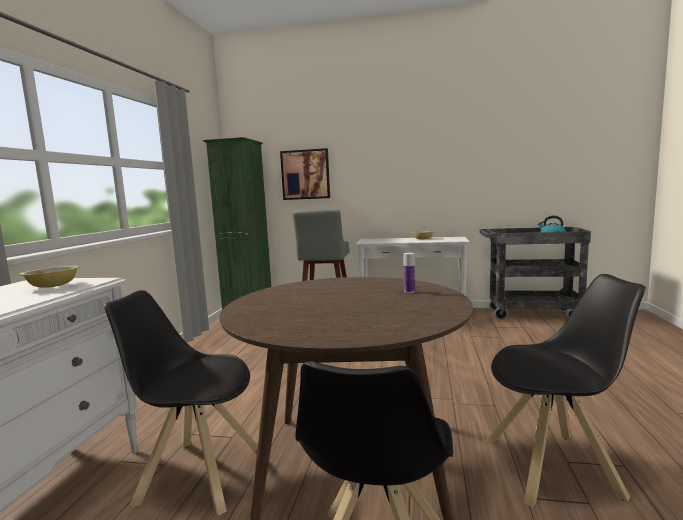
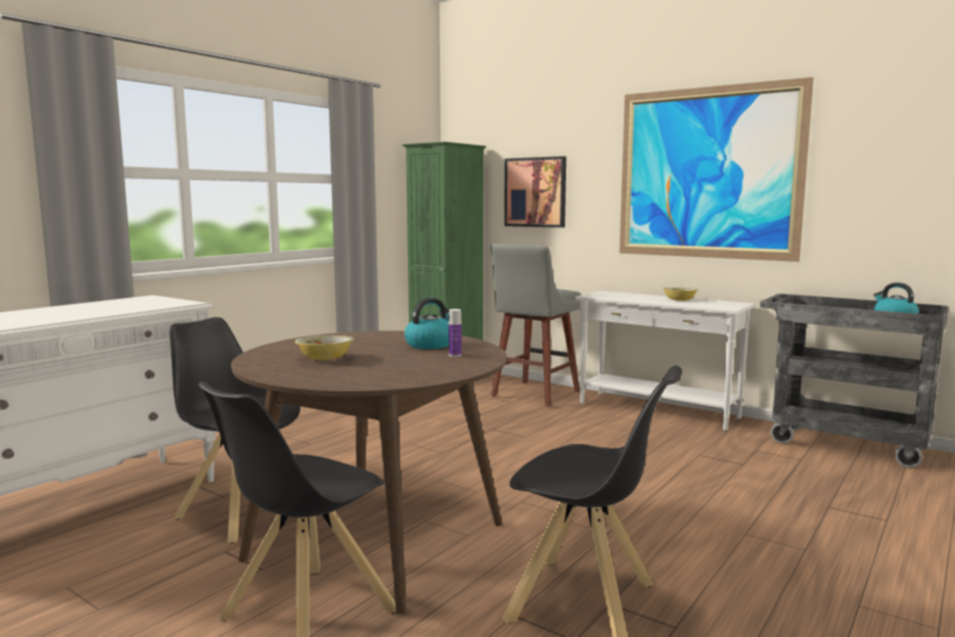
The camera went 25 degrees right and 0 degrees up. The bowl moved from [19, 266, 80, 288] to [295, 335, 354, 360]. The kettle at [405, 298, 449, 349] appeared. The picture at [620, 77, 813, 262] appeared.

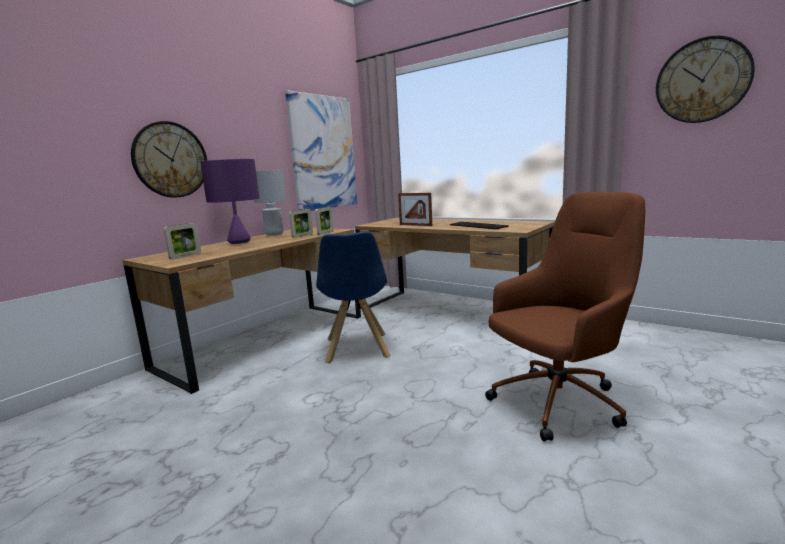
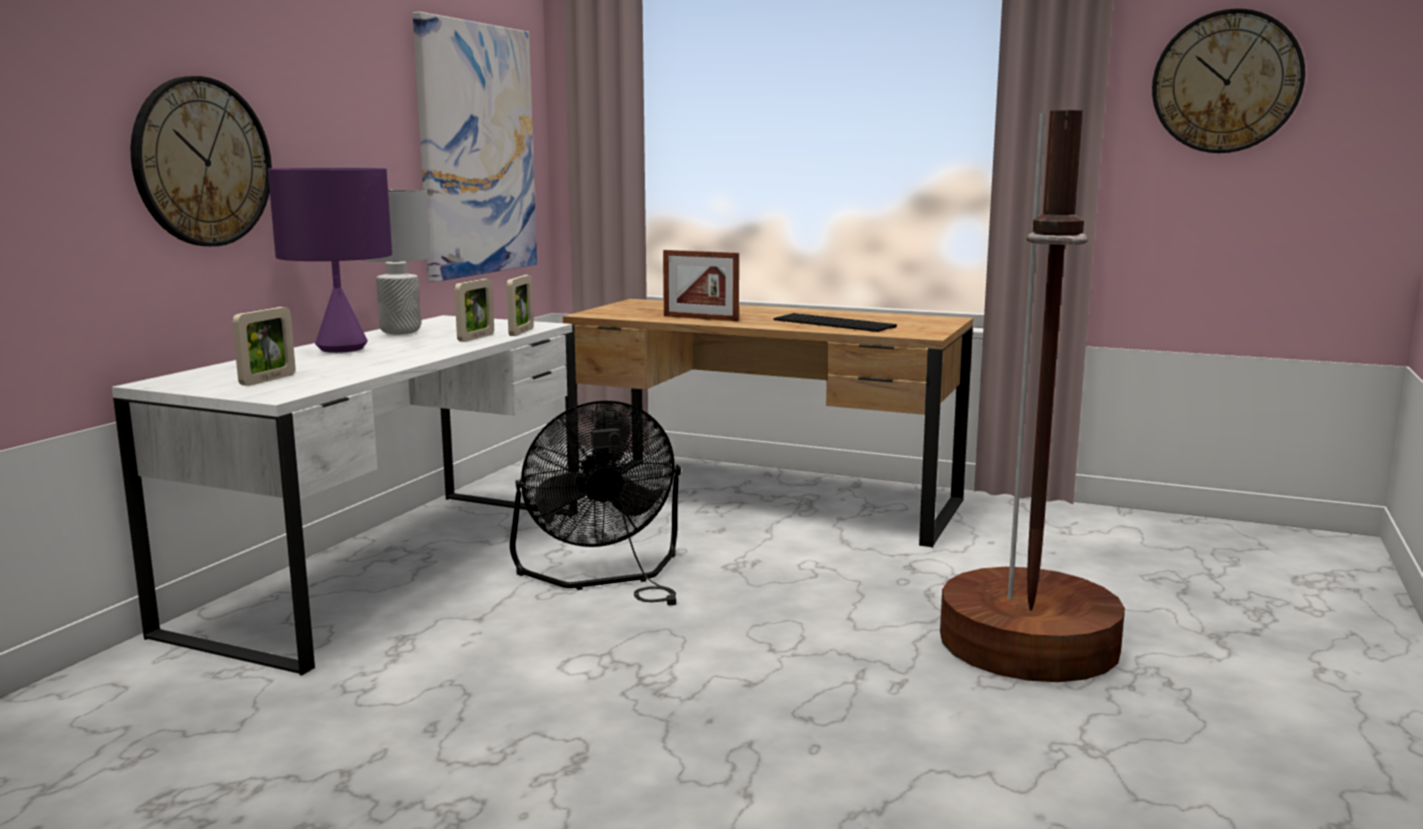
The camera went 15 degrees left and 0 degrees up. The brown desk at [122, 227, 361, 394] became the white desk at [112, 315, 578, 676]. The blue chair at [316, 231, 391, 363] was replaced by the black fan at [510, 401, 681, 605]. The brown office chair at [485, 192, 645, 442] was replaced by the brown floor lamp at [940, 110, 1125, 682].

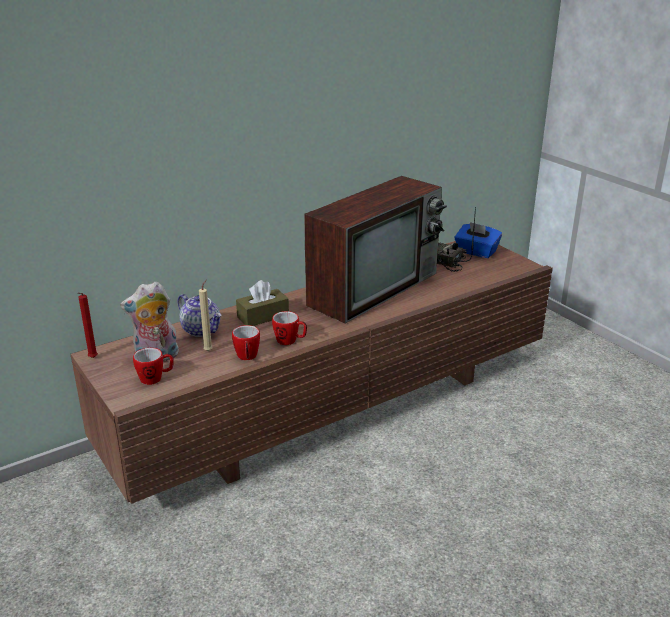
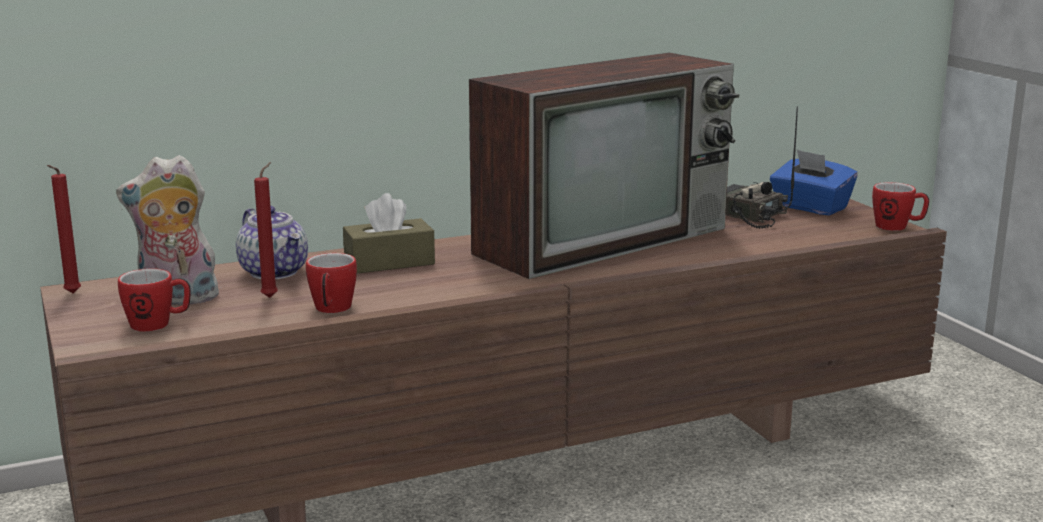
The camera went 10 degrees right and 10 degrees down. The beige candle at [199, 280, 213, 351] became the red candle at [254, 162, 278, 298]. The mug moved from [272, 311, 307, 345] to [872, 182, 929, 231].

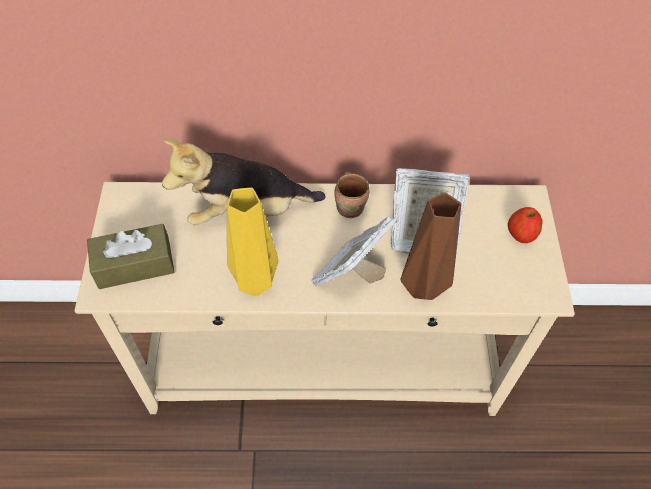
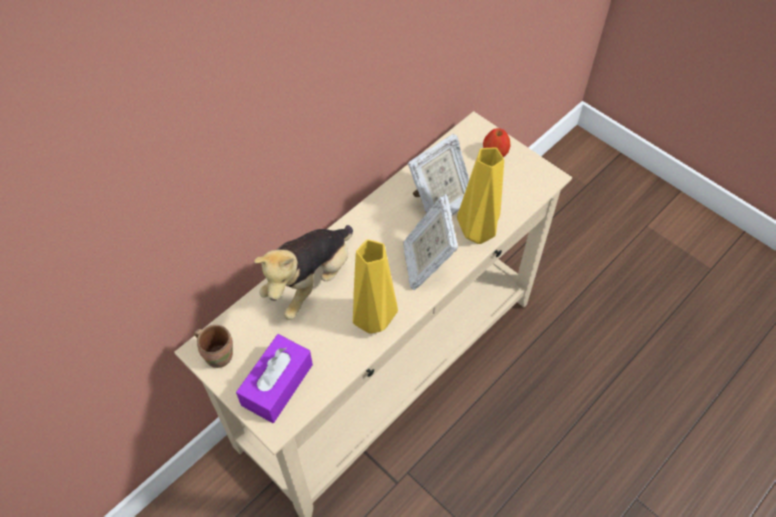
The camera went 45 degrees left and 0 degrees up. The brown mug moved from [334, 172, 369, 218] to [194, 325, 233, 368]. The brown tissue box at [87, 224, 174, 289] became the purple tissue box at [236, 334, 313, 423]. The brown vase at [401, 193, 461, 300] became the yellow vase at [457, 148, 504, 244].

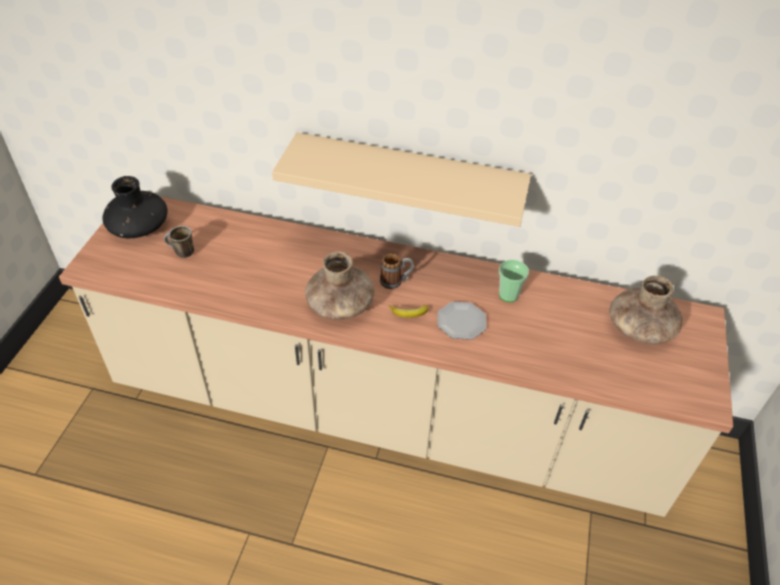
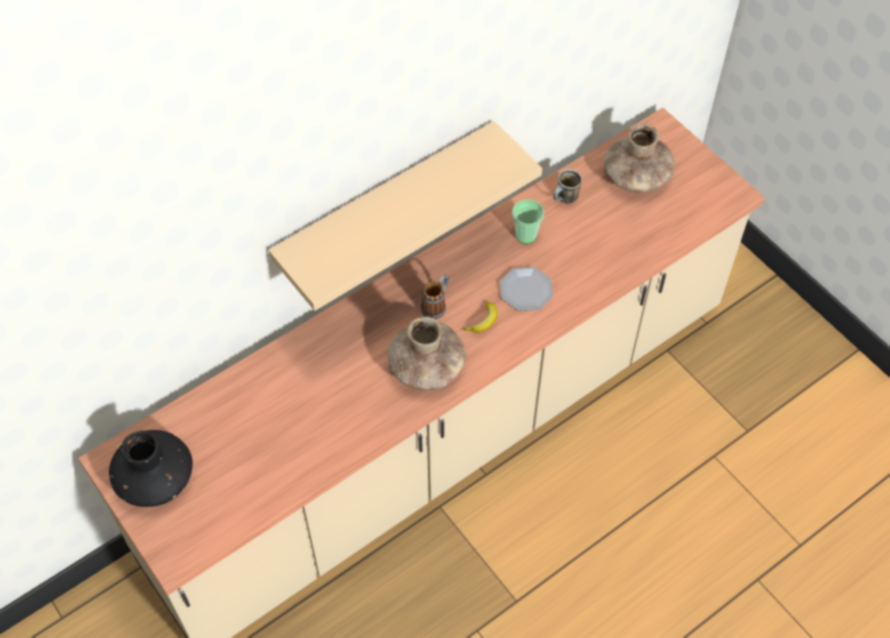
The camera went 50 degrees left and 10 degrees up. The mug moved from [164, 226, 194, 258] to [553, 169, 582, 204].

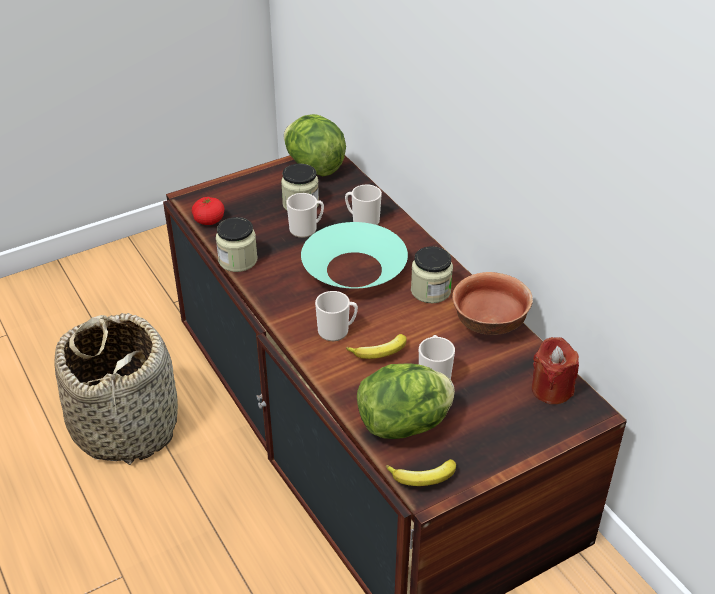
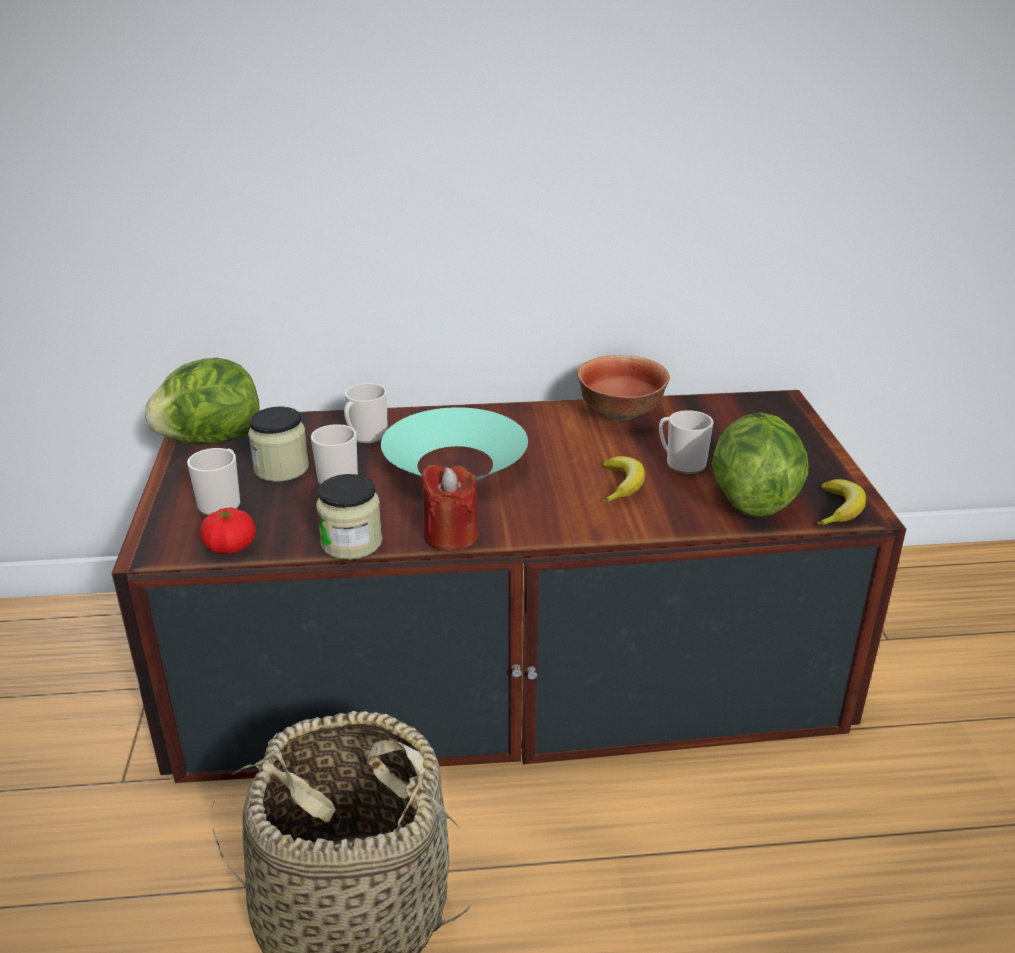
The camera went 65 degrees left and 10 degrees down. The mug moved from [315, 291, 358, 341] to [187, 448, 240, 516]. The red candle moved from [532, 337, 579, 404] to [421, 464, 478, 551]. The jar at [411, 246, 453, 303] disappeared.

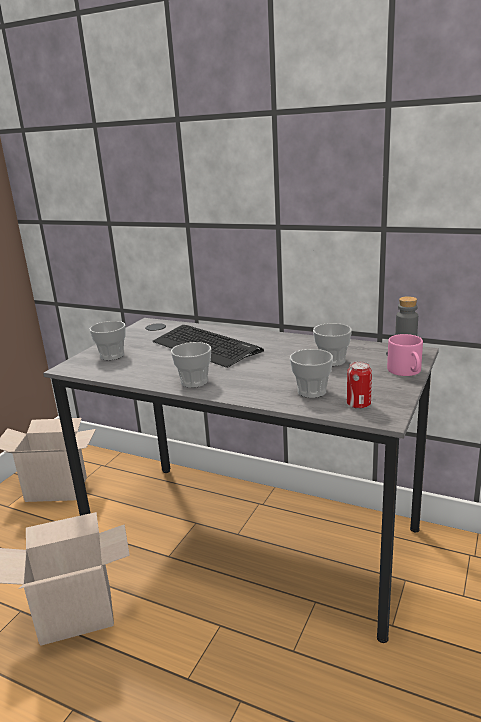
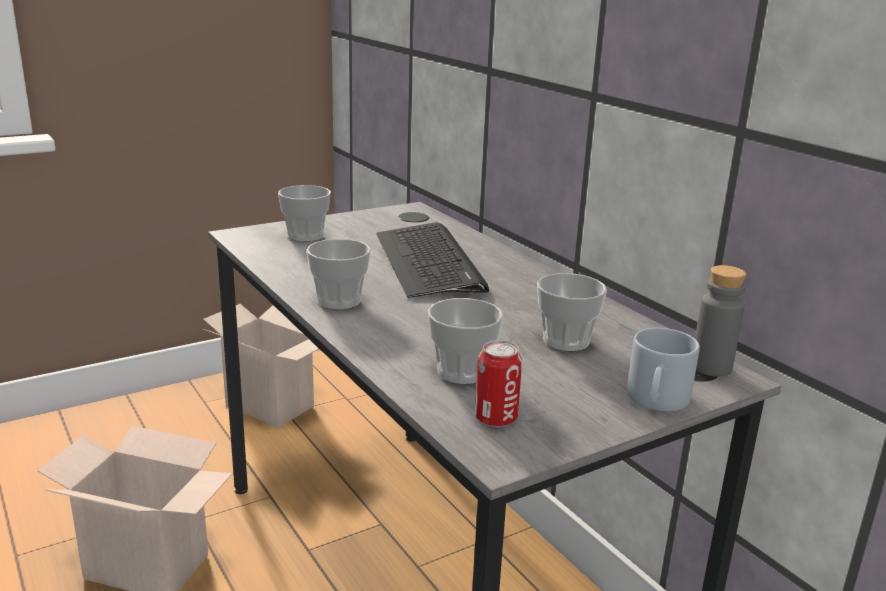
The camera went 30 degrees right and 0 degrees up. The pink mug at [387, 334, 423, 376] became the grey mug at [627, 328, 700, 411].

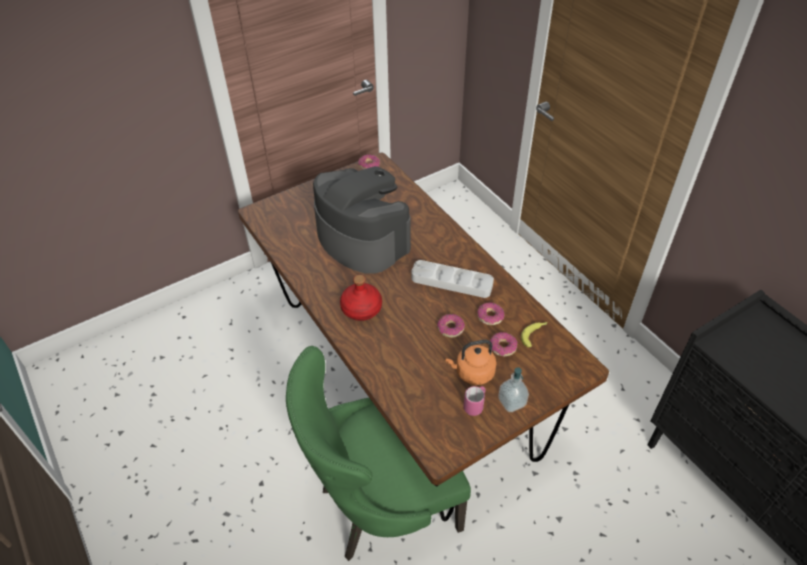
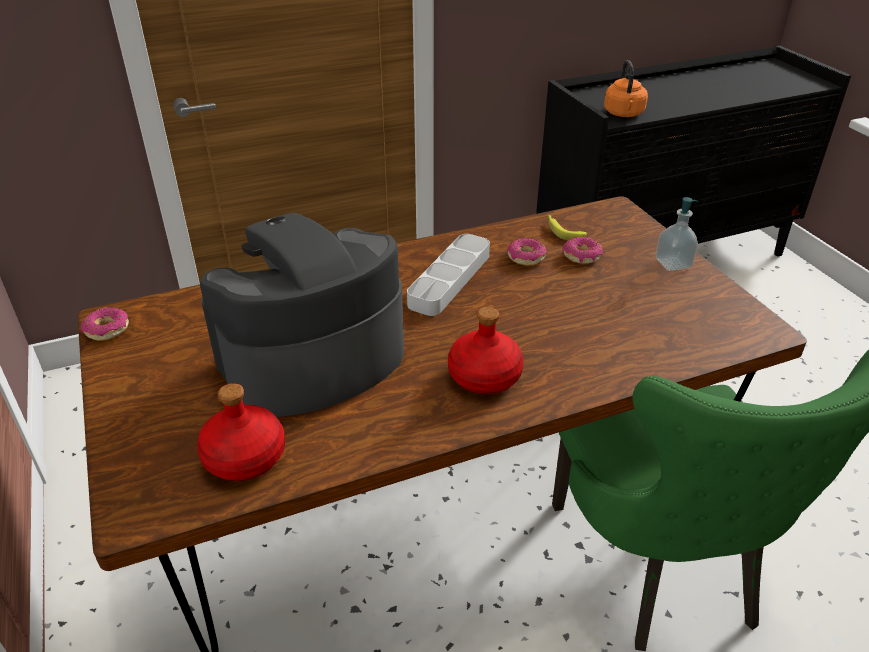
The camera went 80 degrees left and 10 degrees down. The red bottle at [197, 383, 285, 481] appeared. The orange kettle moved from [445, 340, 497, 385] to [604, 60, 648, 117]. The donut at [437, 314, 465, 338] disappeared. The pink mug at [464, 386, 486, 416] disappeared.

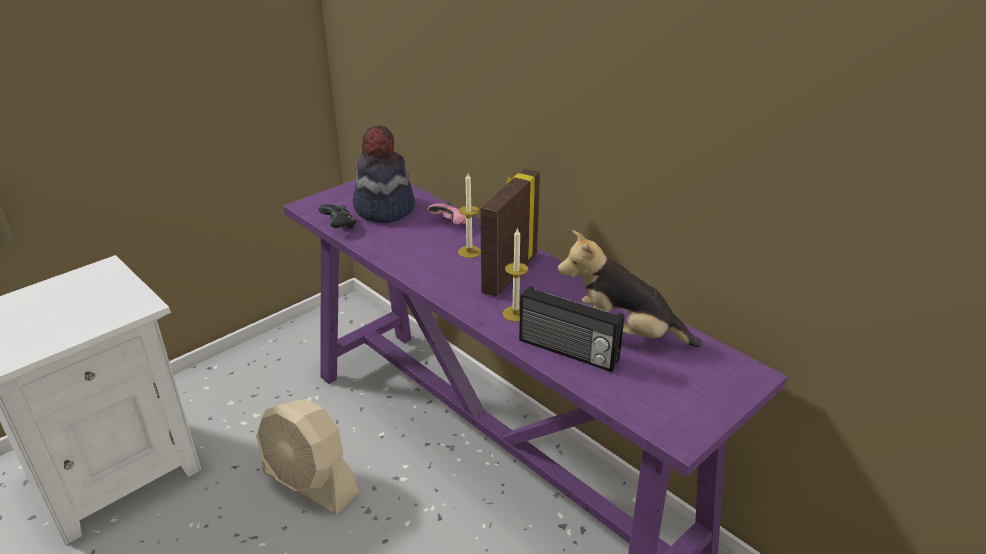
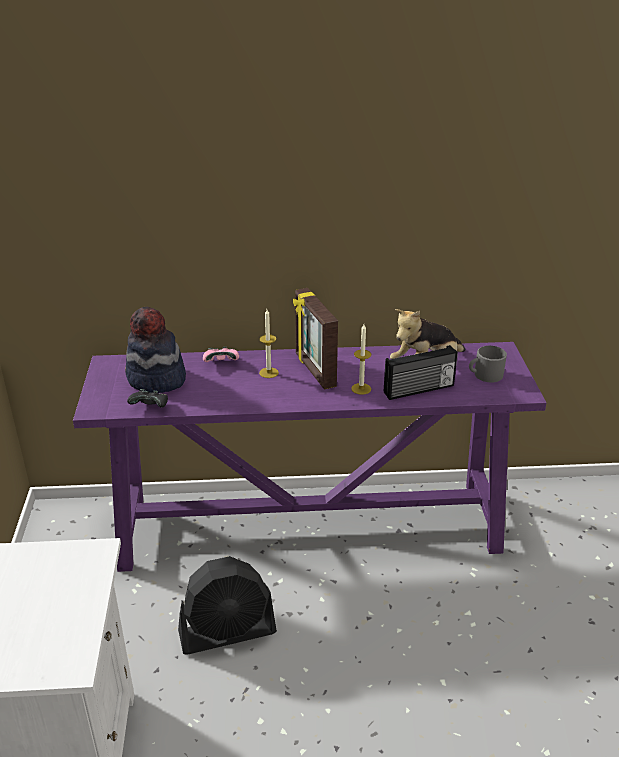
The camera went 50 degrees left and 0 degrees up. The beige fan at [256, 399, 359, 515] became the black fan at [178, 556, 277, 655]. The grey mug at [469, 346, 507, 382] appeared.

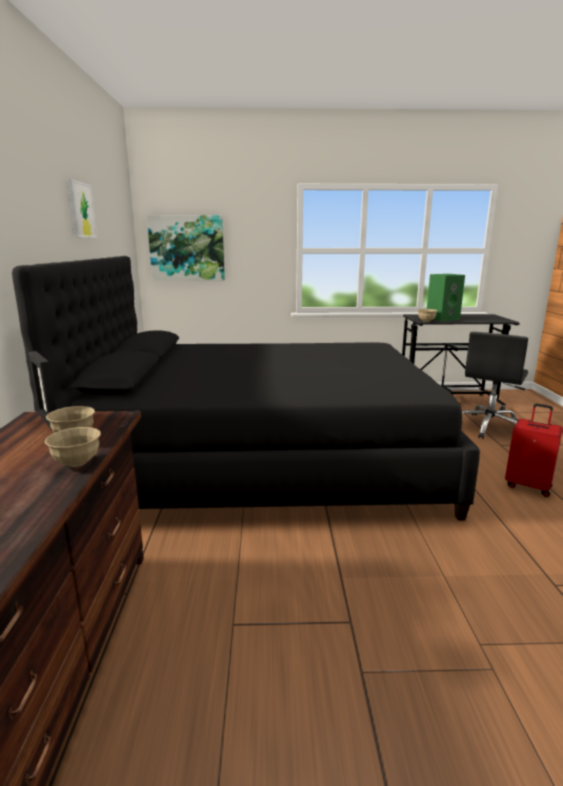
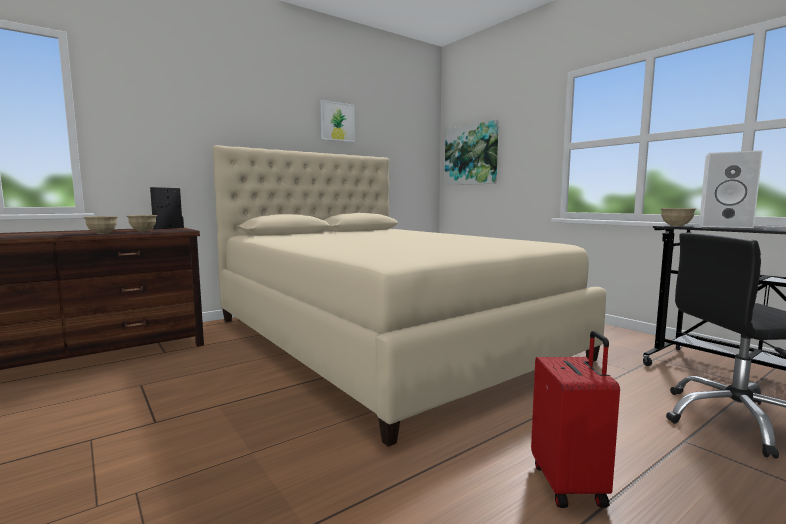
The camera went 55 degrees right and 10 degrees down. The black bed at [12, 256, 480, 521] became the beige bed at [213, 145, 606, 447]. The green speaker at [427, 274, 465, 321] became the white speaker at [699, 150, 763, 228].

